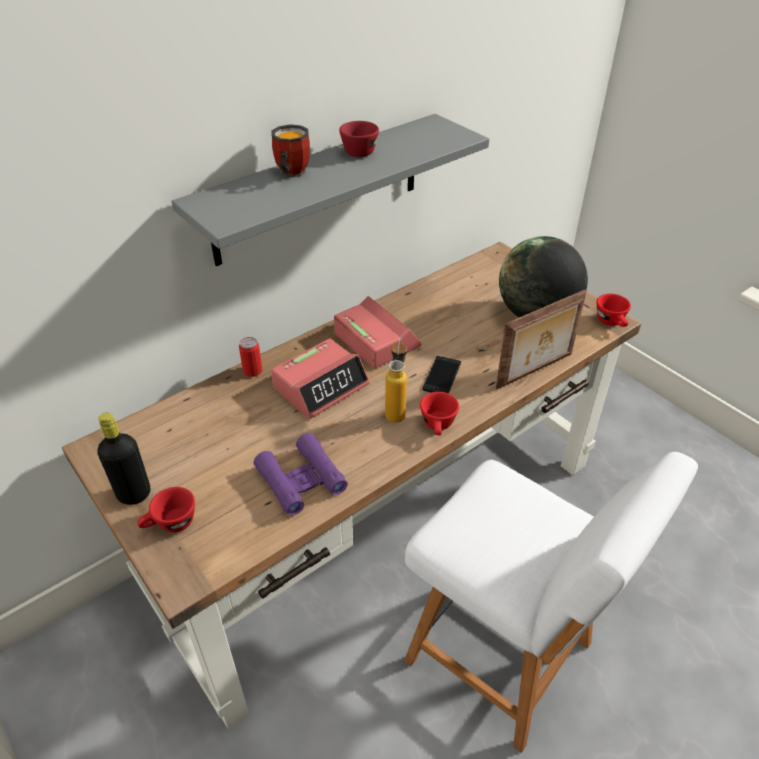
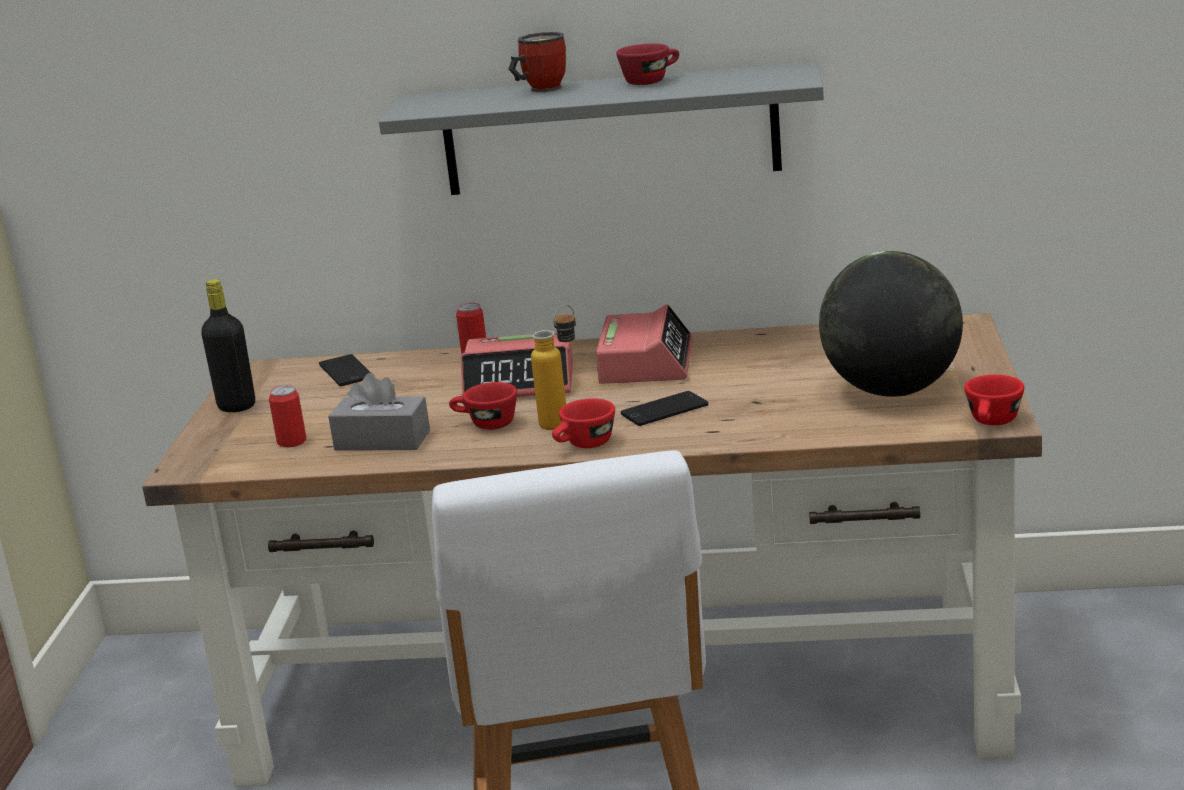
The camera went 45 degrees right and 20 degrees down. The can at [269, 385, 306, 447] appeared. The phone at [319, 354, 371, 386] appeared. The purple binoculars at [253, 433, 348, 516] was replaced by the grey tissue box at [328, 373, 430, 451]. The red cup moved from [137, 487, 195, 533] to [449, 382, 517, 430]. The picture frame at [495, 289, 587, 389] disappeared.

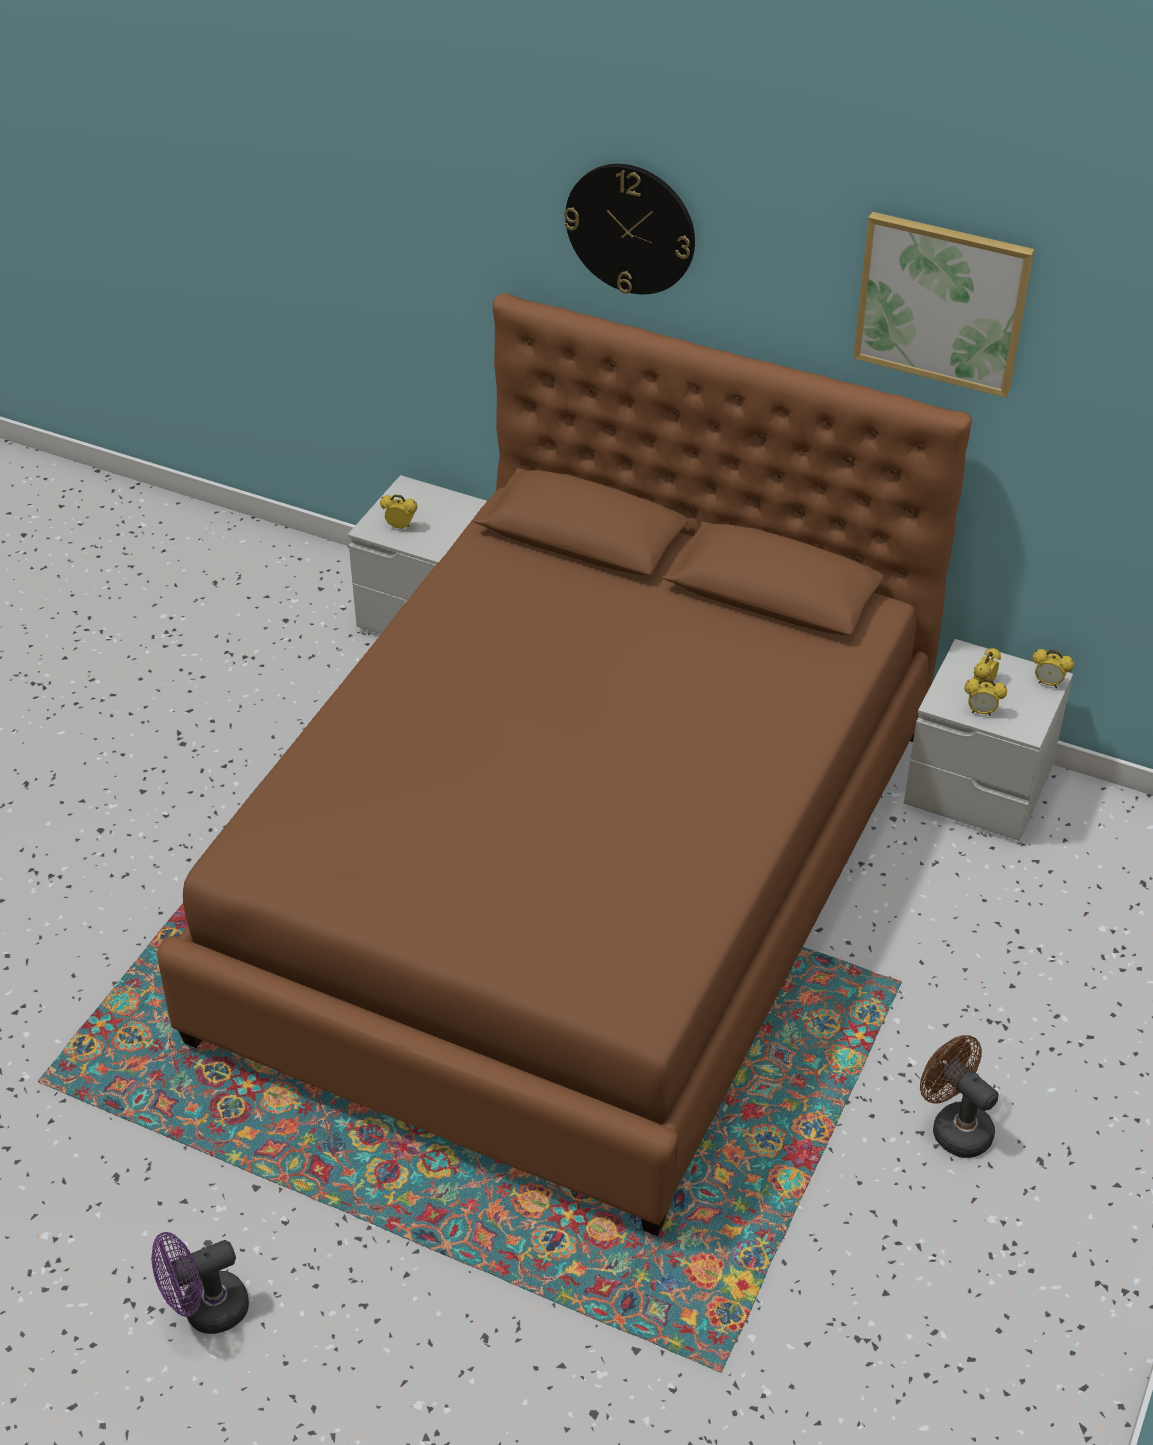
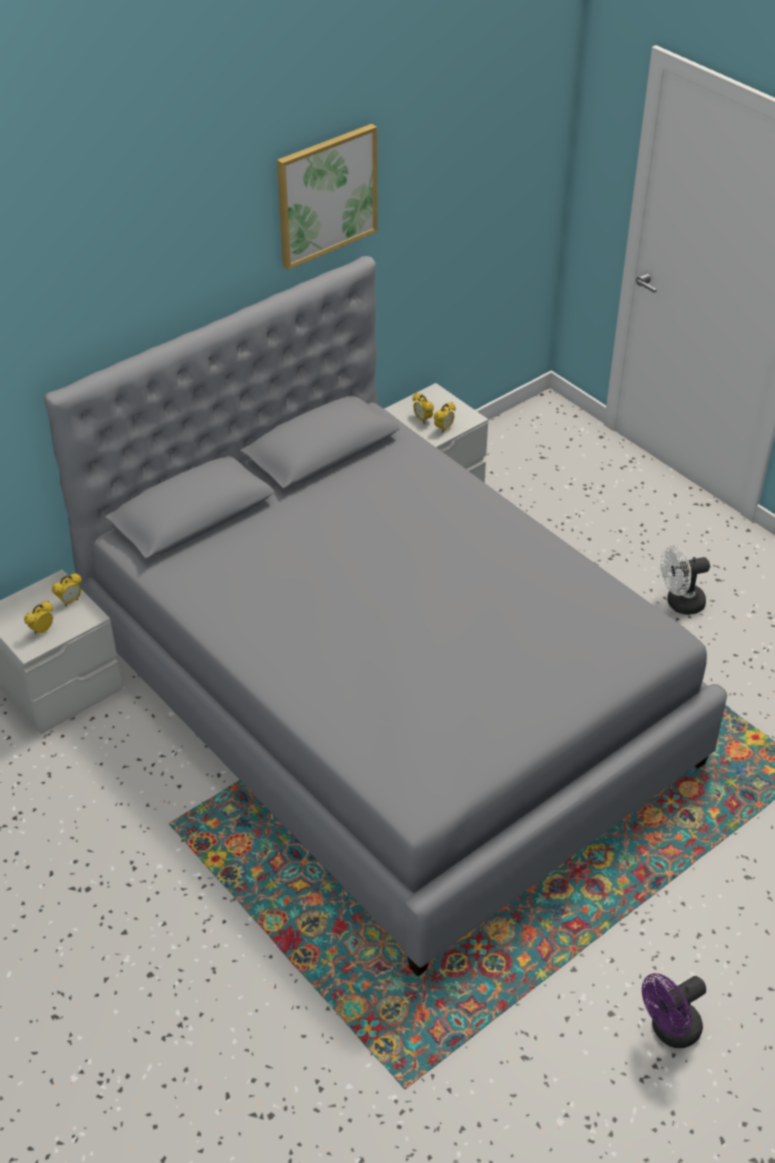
The camera went 65 degrees left and 0 degrees up. The brown bed at [157, 294, 972, 1236] became the grey bed at [44, 256, 727, 976]. The alarm clock moved from [1032, 649, 1074, 688] to [52, 573, 82, 606]. The purple fan at [151, 1232, 249, 1334] turned 60 degrees clockwise. The brown fan at [920, 1035, 998, 1158] became the white fan at [660, 546, 710, 615]. The wall clock at [564, 164, 695, 294] disappeared.

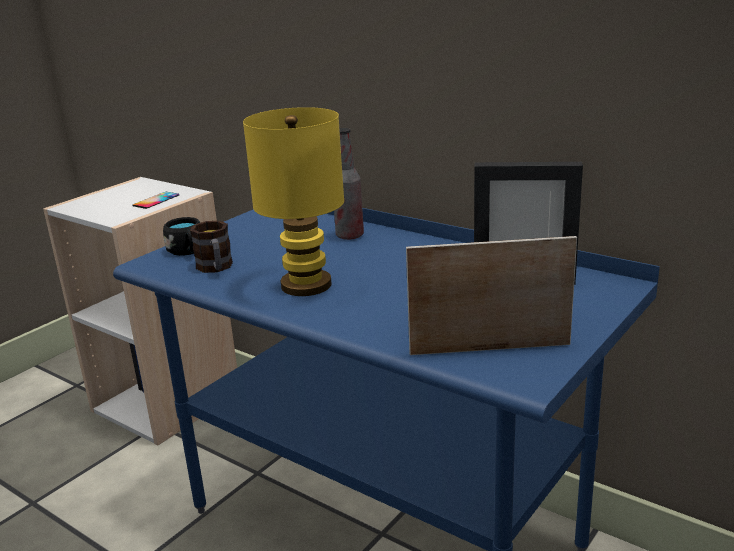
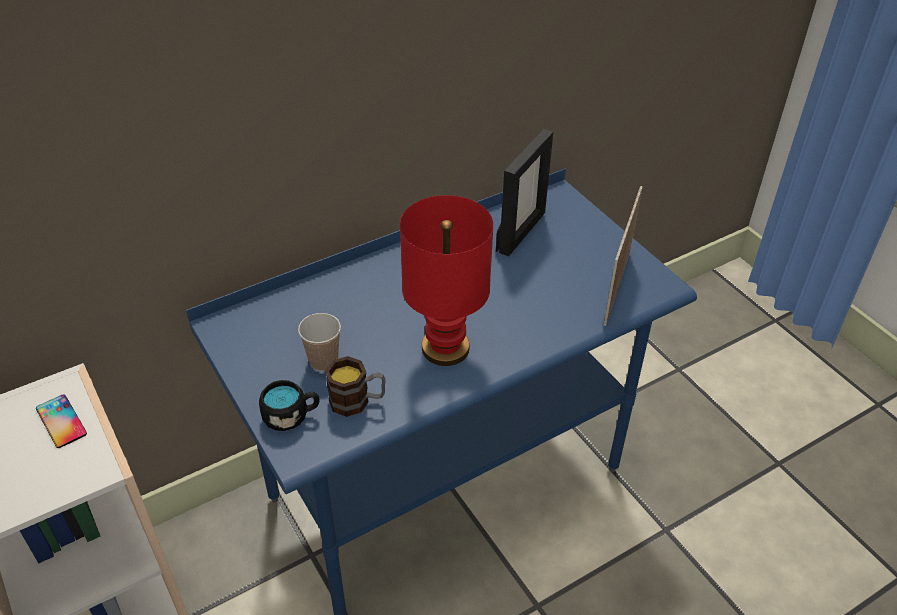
The camera went 70 degrees left and 20 degrees up. The cup at [298, 313, 341, 371] appeared. The yellow table lamp at [243, 107, 344, 296] became the red table lamp at [400, 195, 494, 366]. The bottle at [334, 128, 364, 240] disappeared.

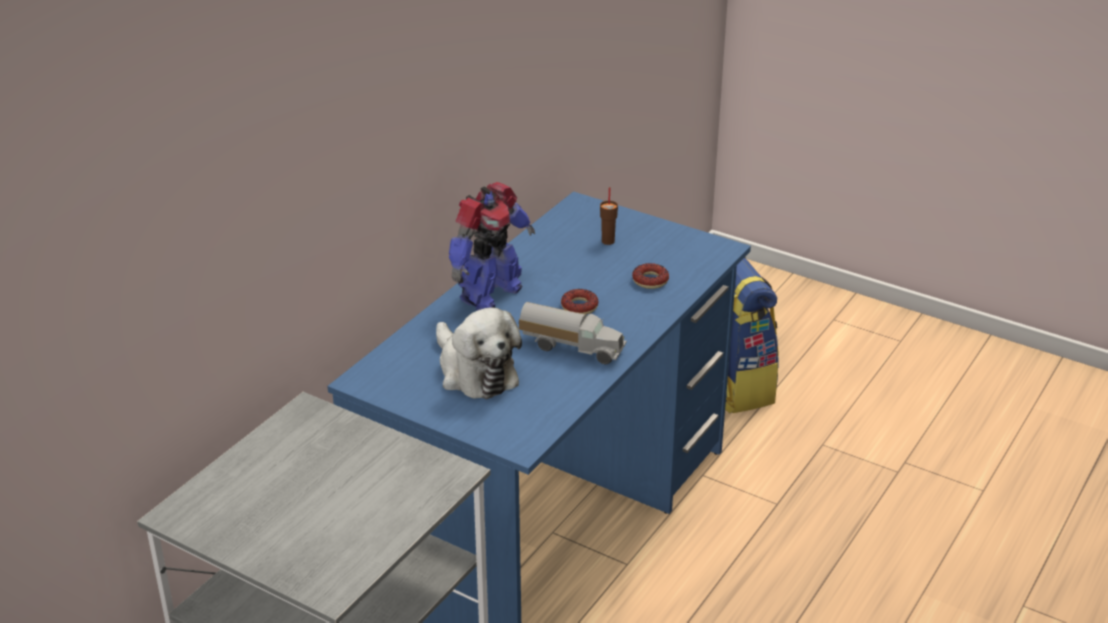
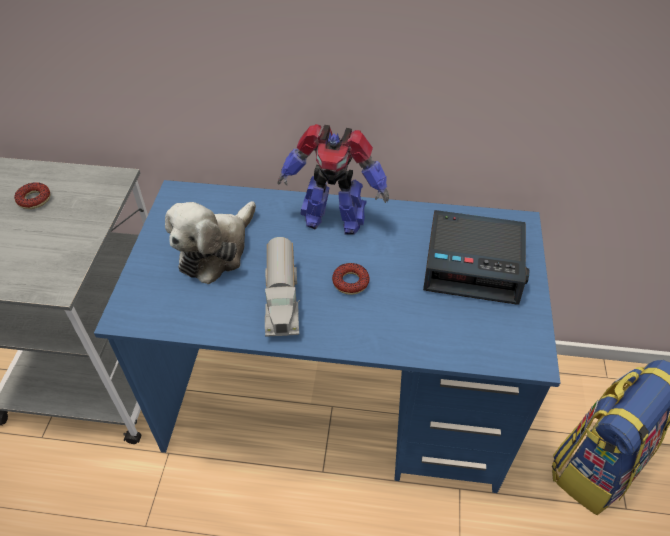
The camera went 65 degrees right and 15 degrees up. The donut moved from [632, 263, 669, 289] to [14, 182, 50, 209]. The brown cup at [600, 187, 618, 245] was replaced by the alarm clock at [423, 210, 529, 305].

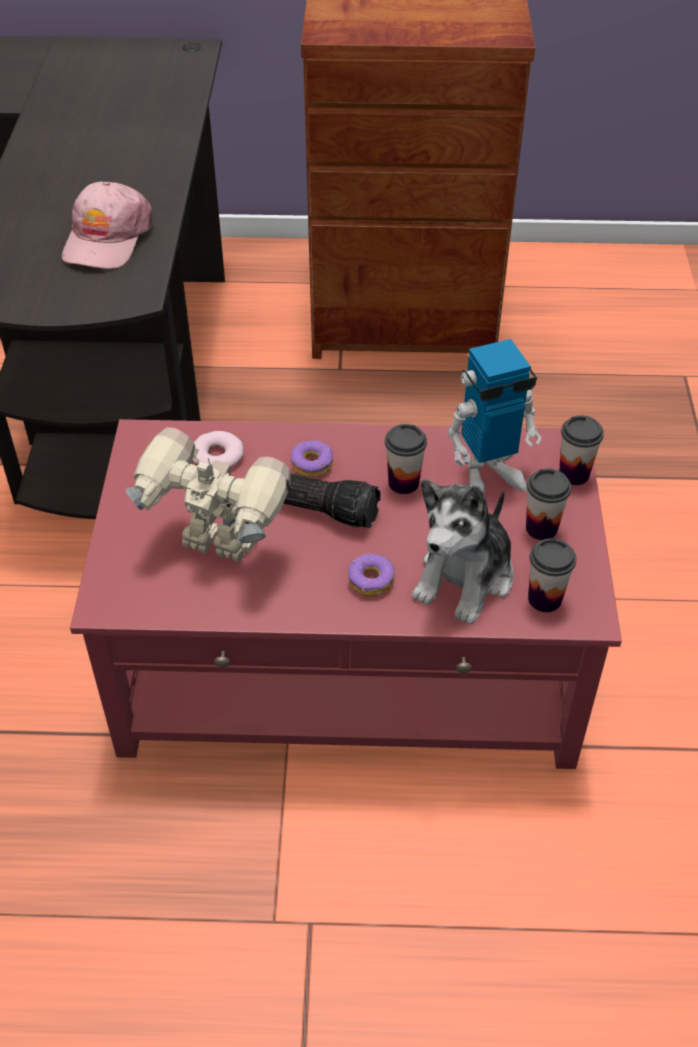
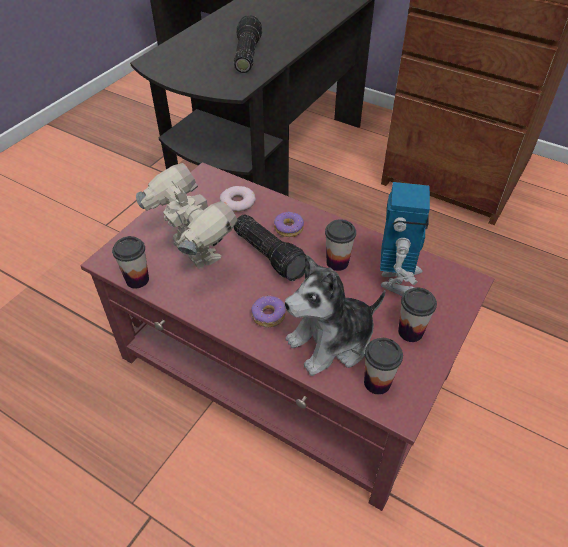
The camera went 30 degrees right and 0 degrees up. The cup moved from [559, 415, 604, 485] to [112, 236, 149, 288]. The pink cap at [62, 182, 153, 269] was replaced by the flashlight at [234, 15, 262, 73]. The toy robot at [447, 339, 542, 495] turned 90 degrees counterclockwise.

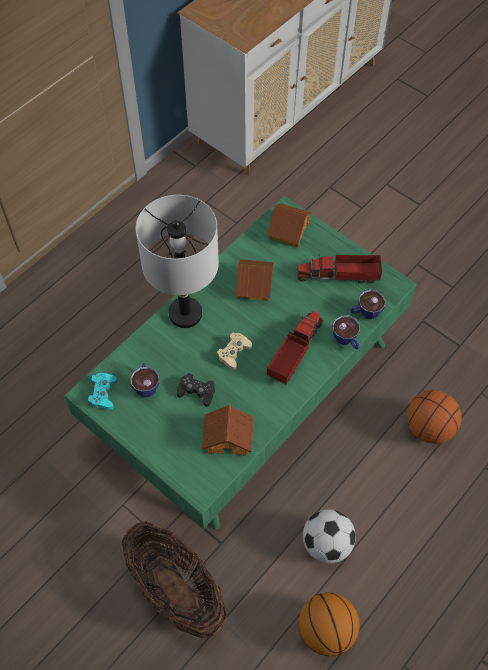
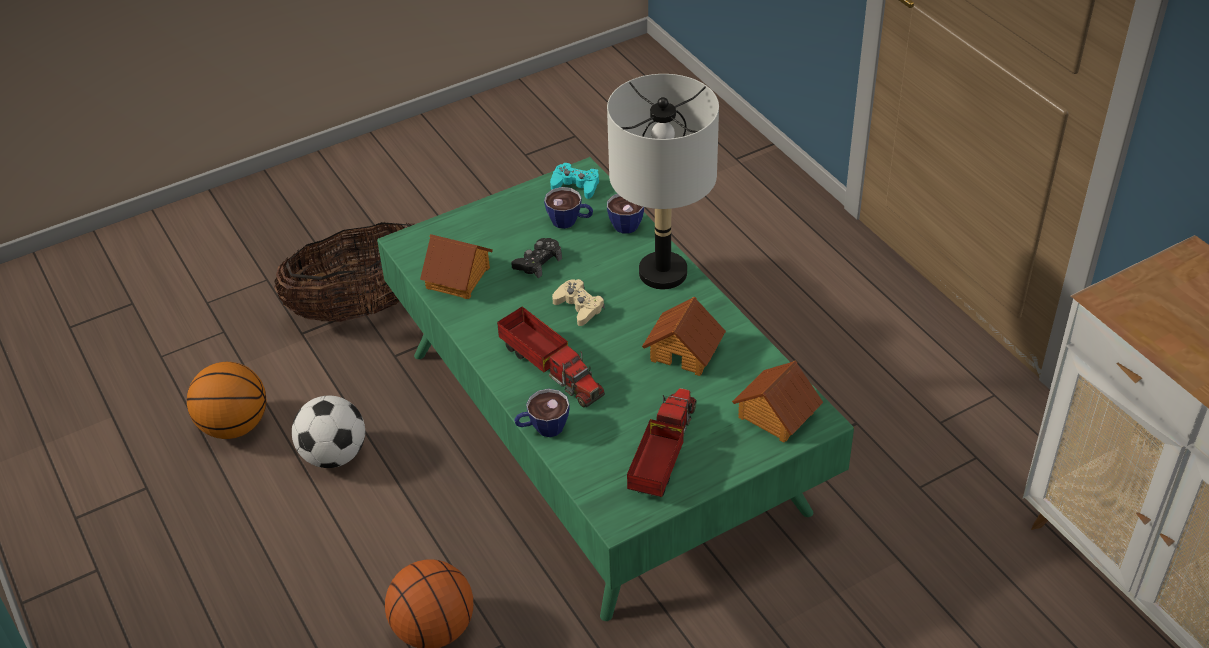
The camera went 110 degrees right and 15 degrees down. The cup moved from [350, 289, 386, 319] to [607, 194, 644, 234].

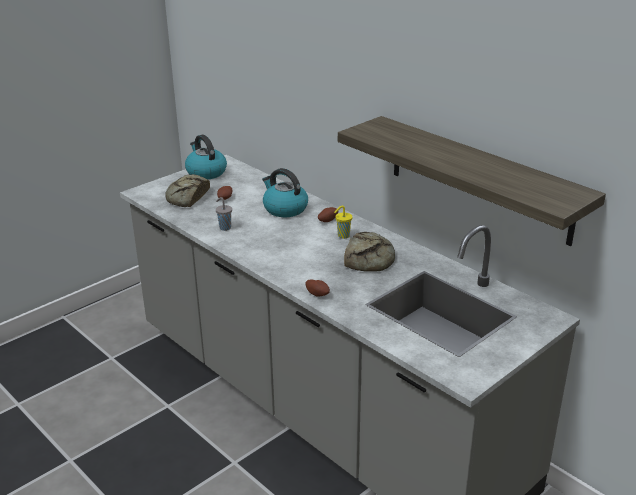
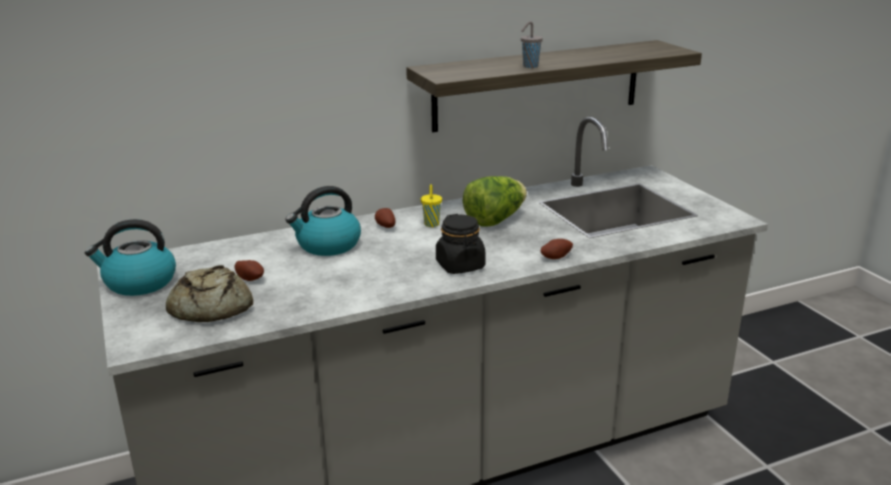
The camera went 70 degrees left and 5 degrees down. The black jar at [436, 214, 486, 274] appeared. The bread at [344, 232, 395, 272] was replaced by the lettuce at [463, 176, 527, 227]. The grey cup moved from [216, 197, 232, 231] to [521, 21, 543, 68].

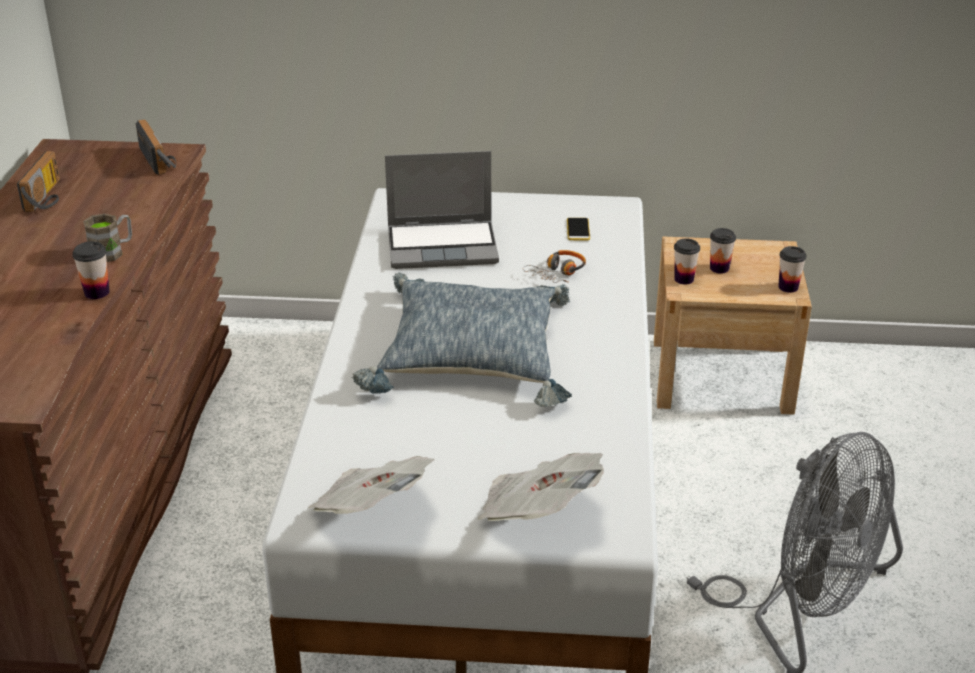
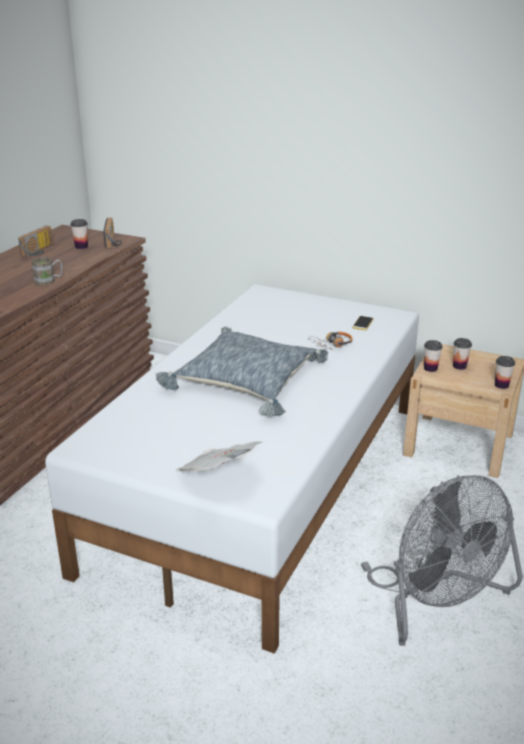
The camera went 20 degrees right and 5 degrees down. The cup moved from [72, 241, 110, 299] to [70, 219, 88, 249]. The newspaper at [308, 456, 435, 514] disappeared. The laptop at [385, 151, 499, 269] disappeared.

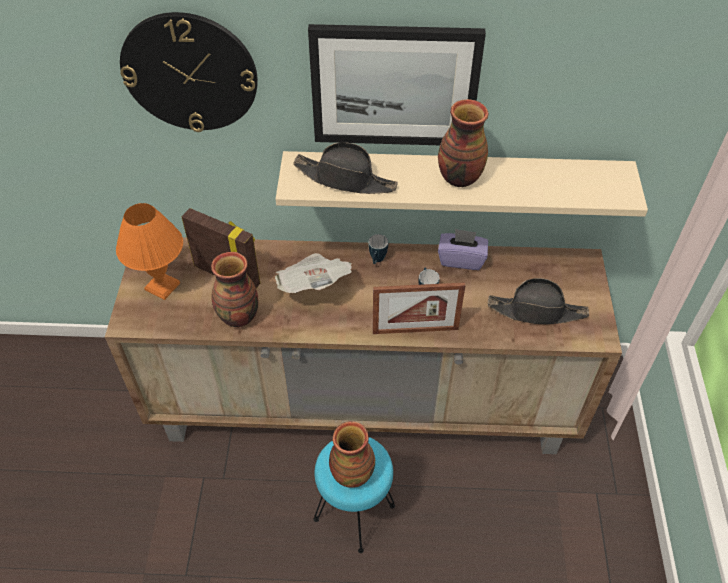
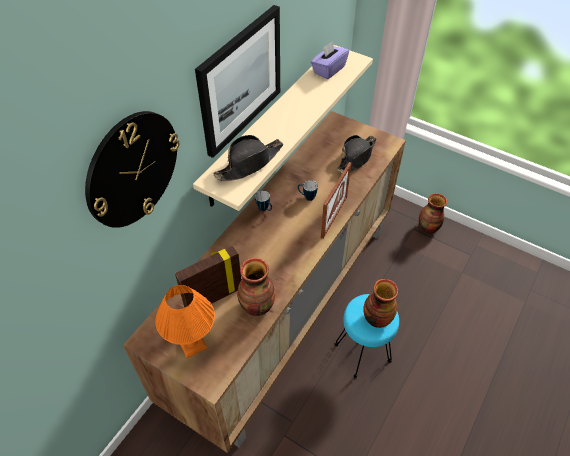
The camera went 60 degrees left and 0 degrees up. The purple tissue box moved from [438, 229, 488, 270] to [311, 41, 349, 79]. The vase moved from [438, 99, 488, 187] to [419, 193, 447, 234]. The newspaper at [275, 253, 352, 293] disappeared.

